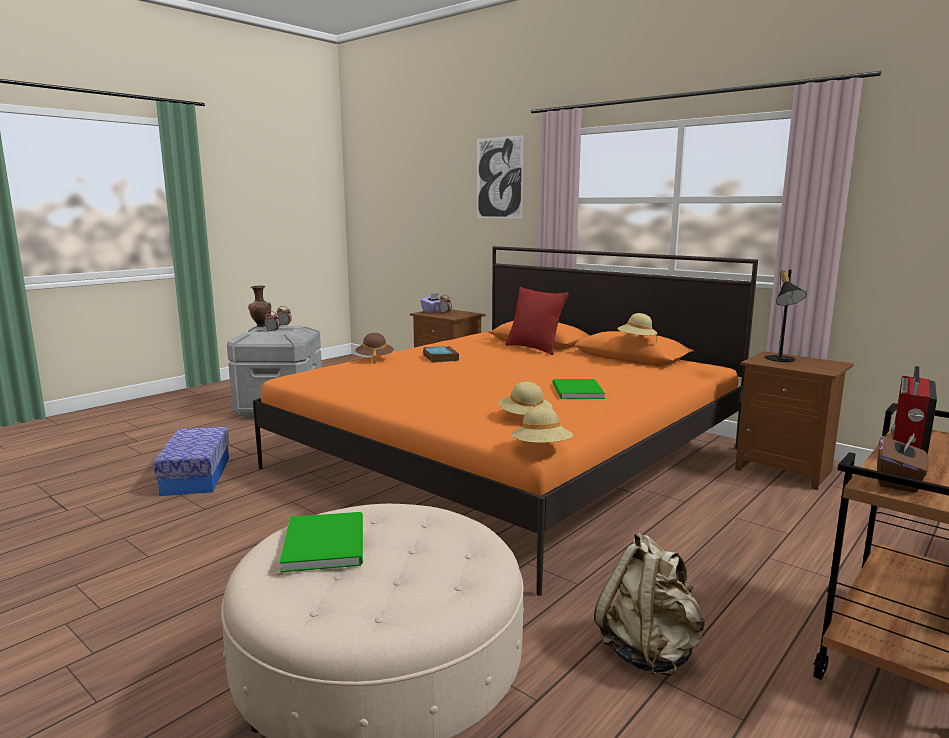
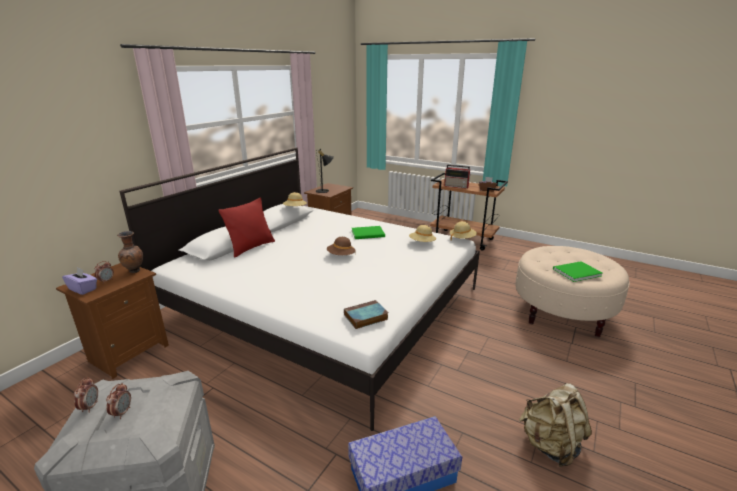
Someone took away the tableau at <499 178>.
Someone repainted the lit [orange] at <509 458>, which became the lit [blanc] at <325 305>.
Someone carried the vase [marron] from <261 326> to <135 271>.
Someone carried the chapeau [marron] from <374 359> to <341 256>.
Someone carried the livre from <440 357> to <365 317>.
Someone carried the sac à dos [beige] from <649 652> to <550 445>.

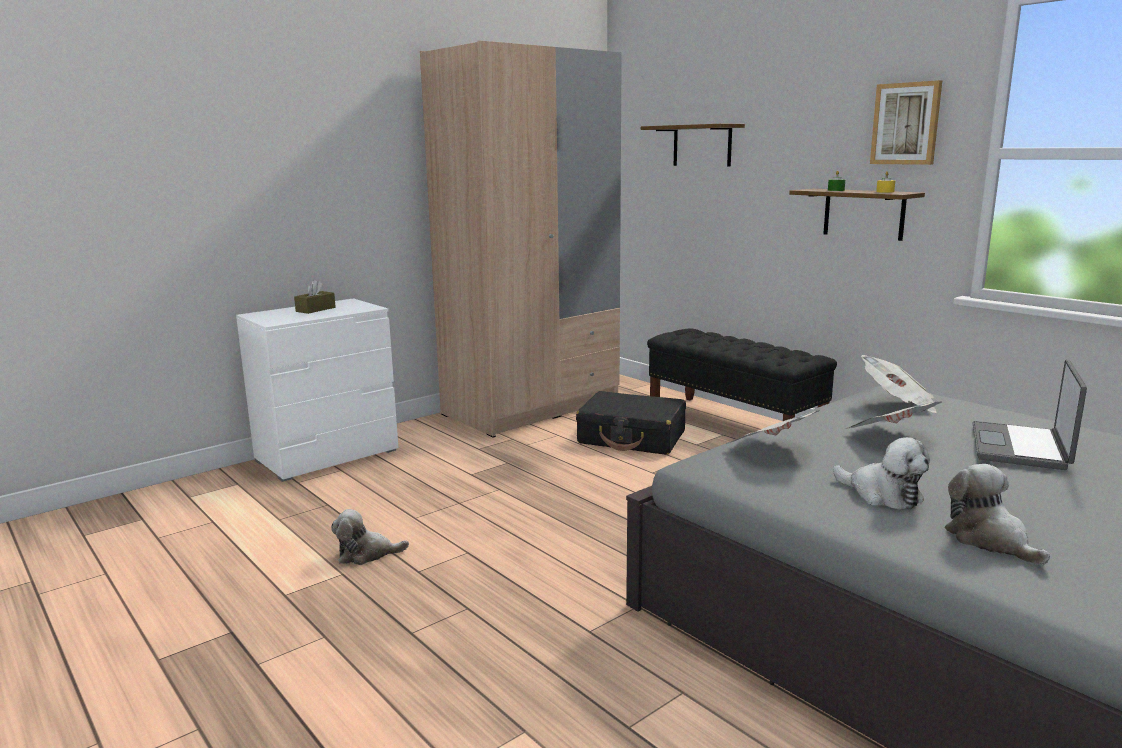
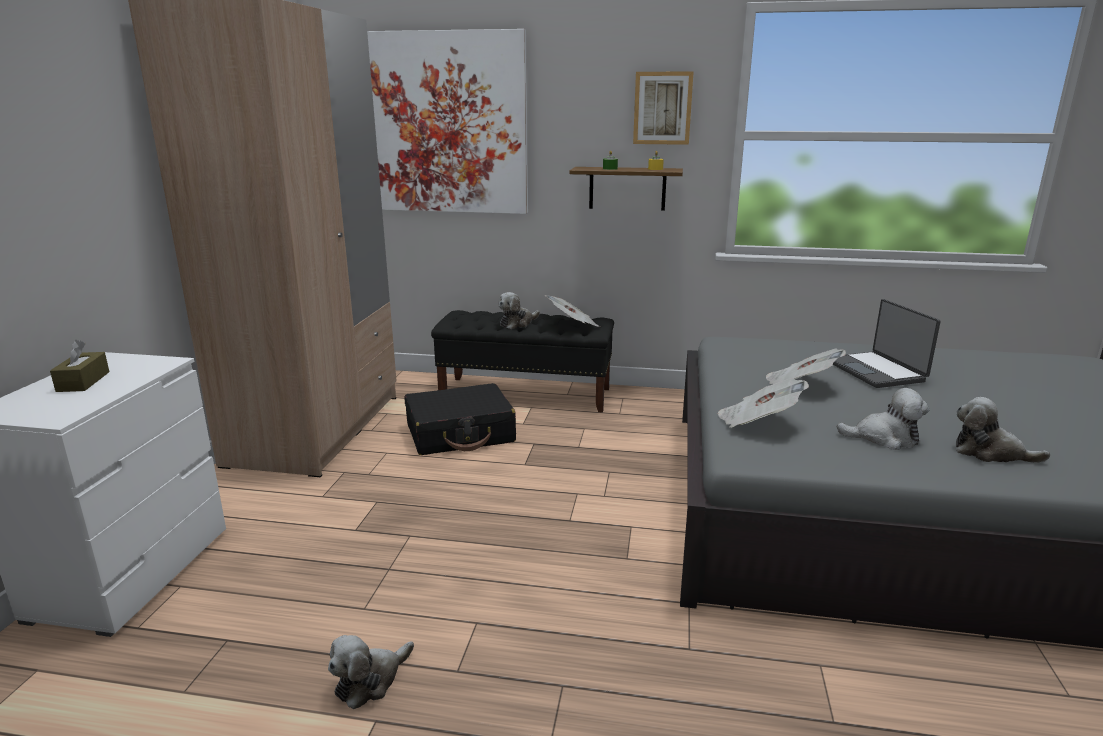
Someone swapped the étagère at <702 145> for the tableau at <443 124>.
Someone carried the journal from <898 403> to <572 325>.
Someone put down the peluche at <517 323>.

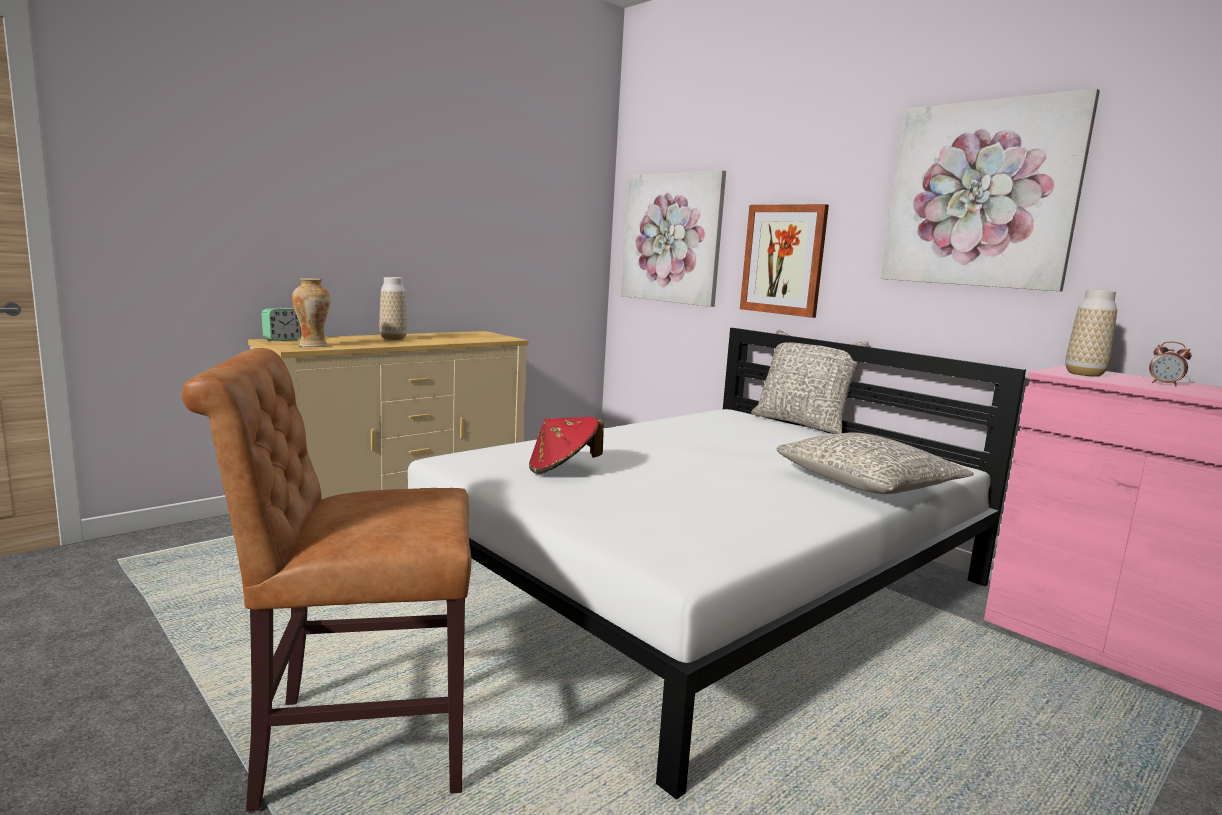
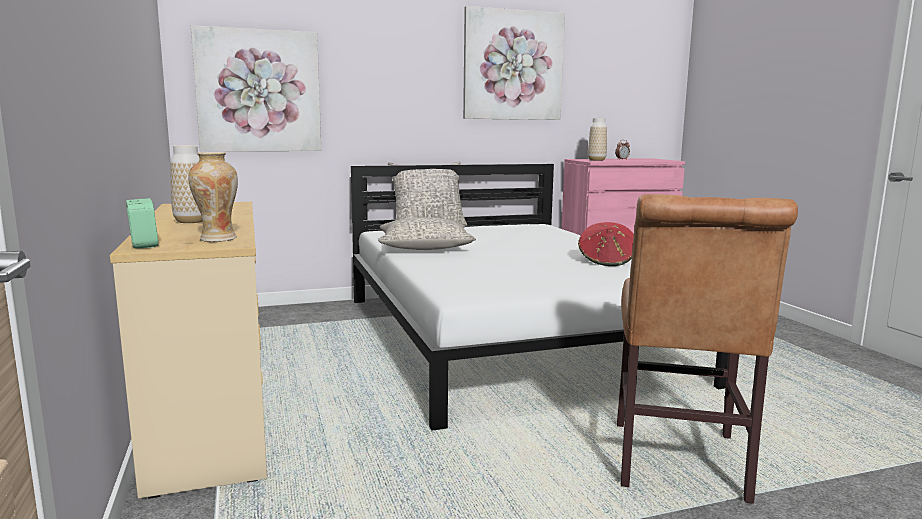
Someone took away the tableau at <783 259>.
Someone carried the chapeau [rouge] from <563 469> to <607 261>.
Someone carried the coussin [gris] from <868 483> to <425 247>.

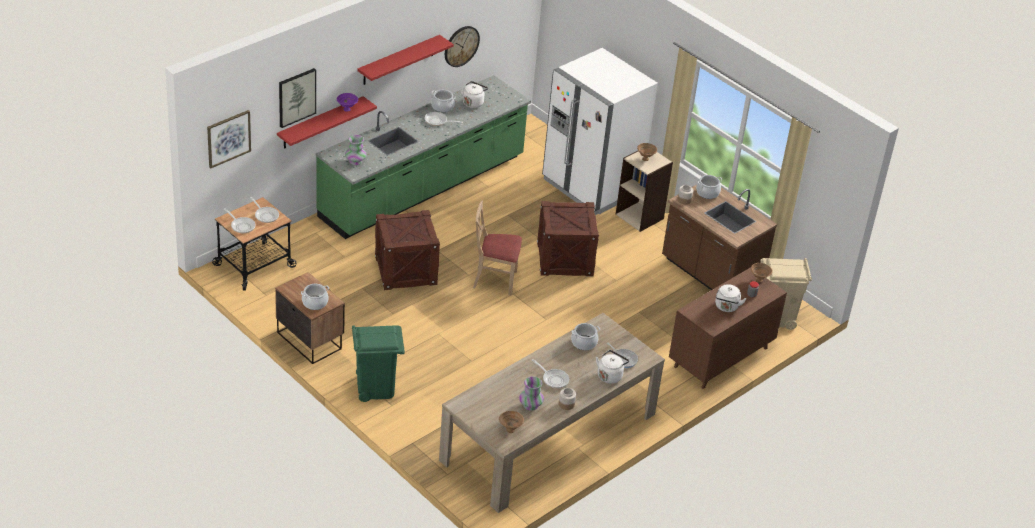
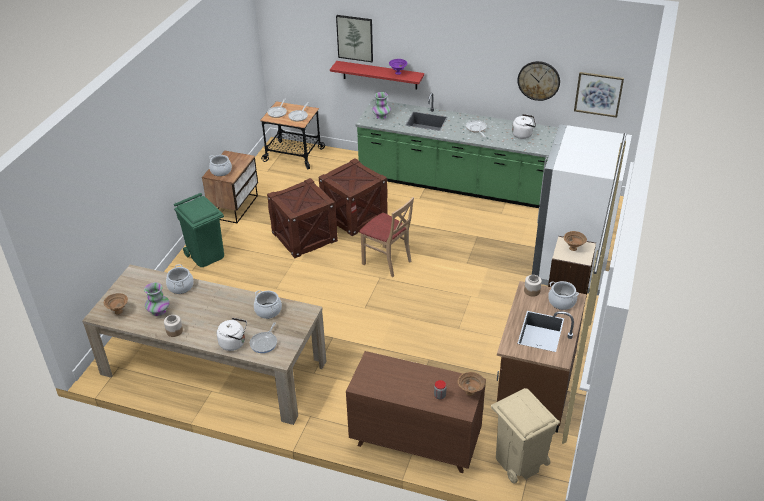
Someone took away the étagère [rouge] at <398 60>.
Someone carried the marmite from <442 107> to <181 286>.
Someone carried the tableau from <228 138> to <598 94>.
Someone rotated the chaise [beige] at <495 280> by 150 degrees clockwise.
Someone carried the caisse from <565 259> to <304 237>.
Someone took away the bouilloire [blanc] at <726 307>.
Someone took away the poêle at <553 379>.

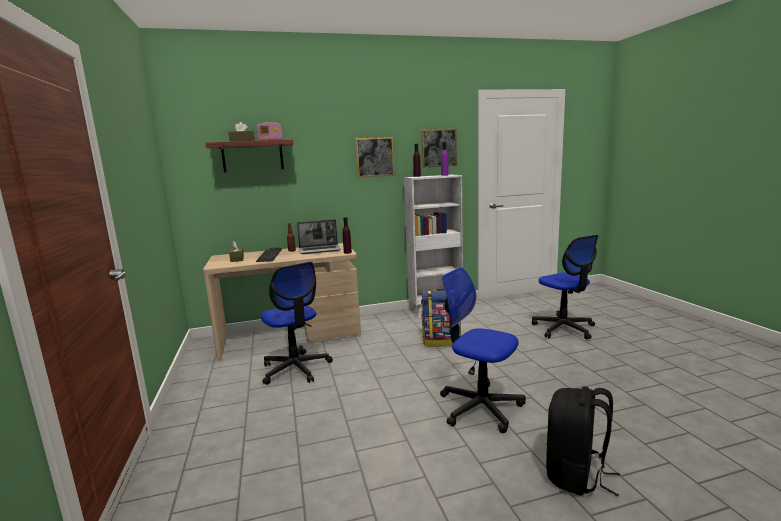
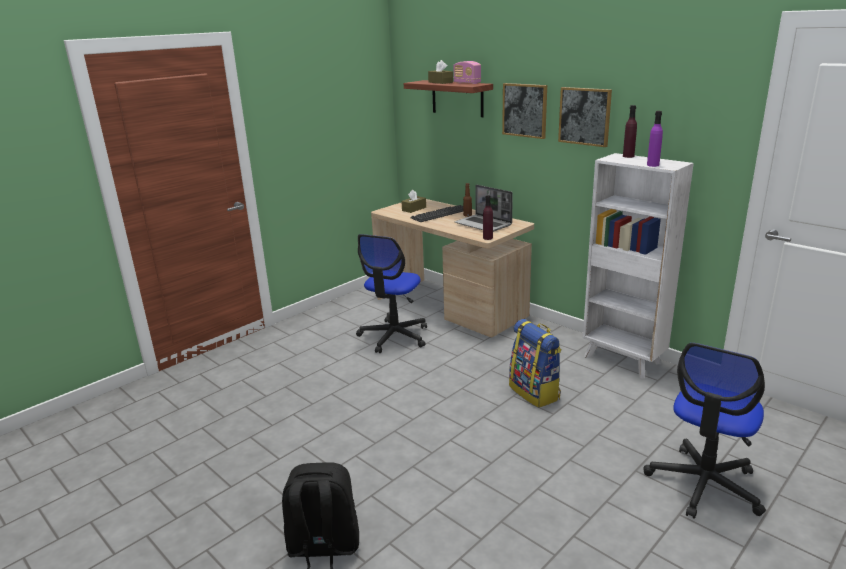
Someone carried the tableau from <438 148> to <525 110>.
Someone took away the chaise de bureau at <480 407>.

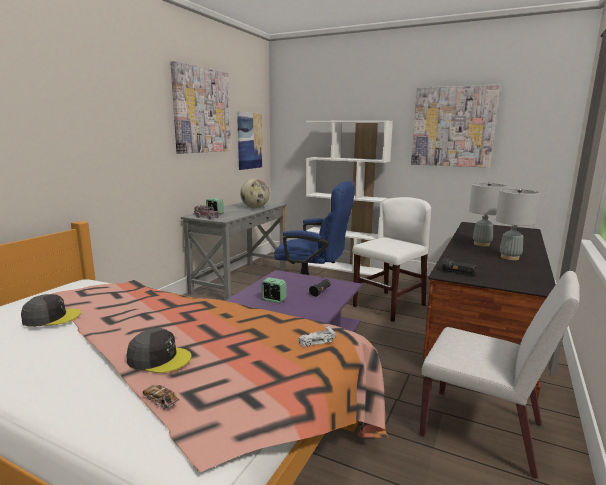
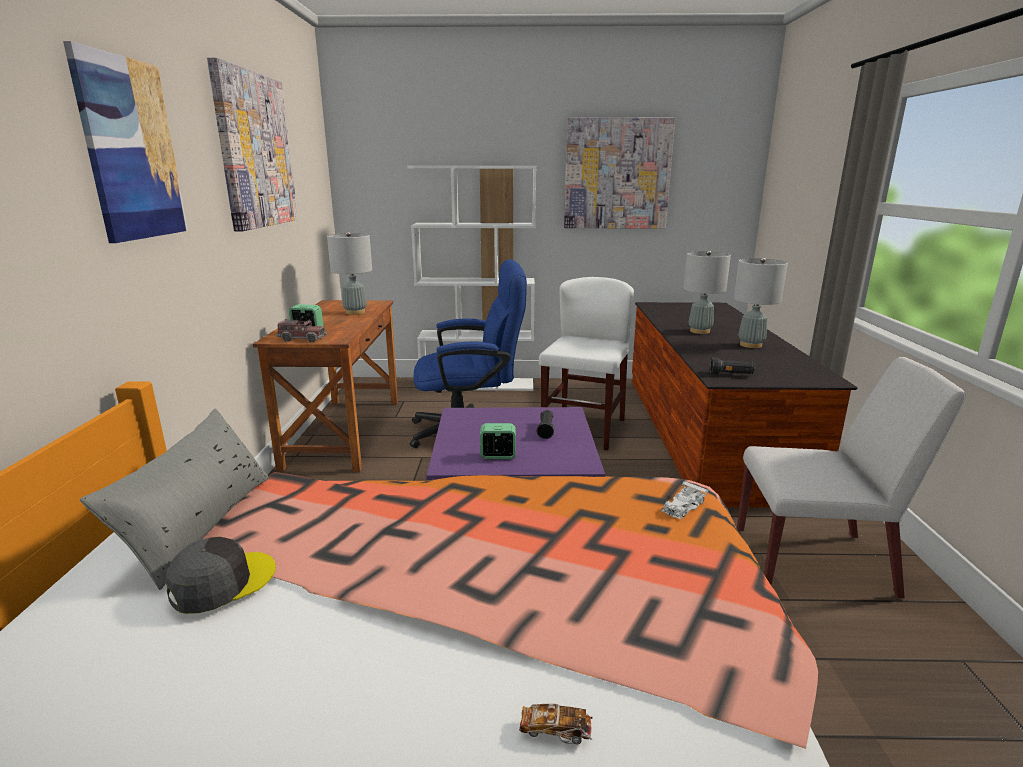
Someone carried the tableau from <249 141> to <131 150>.
Someone swapped the globe at <255 208> for the lampe de table [gris] at <355 312>.
Someone repainted the bureau [gris] at <240 280>, which became the bureau [marron] at <344 432>.
Someone took away the casquette [gris] at <159 358>.
Someone carried the petite voiture from <161 401> to <555 731>.
Someone put down the coussin [gris] at <199 524>.

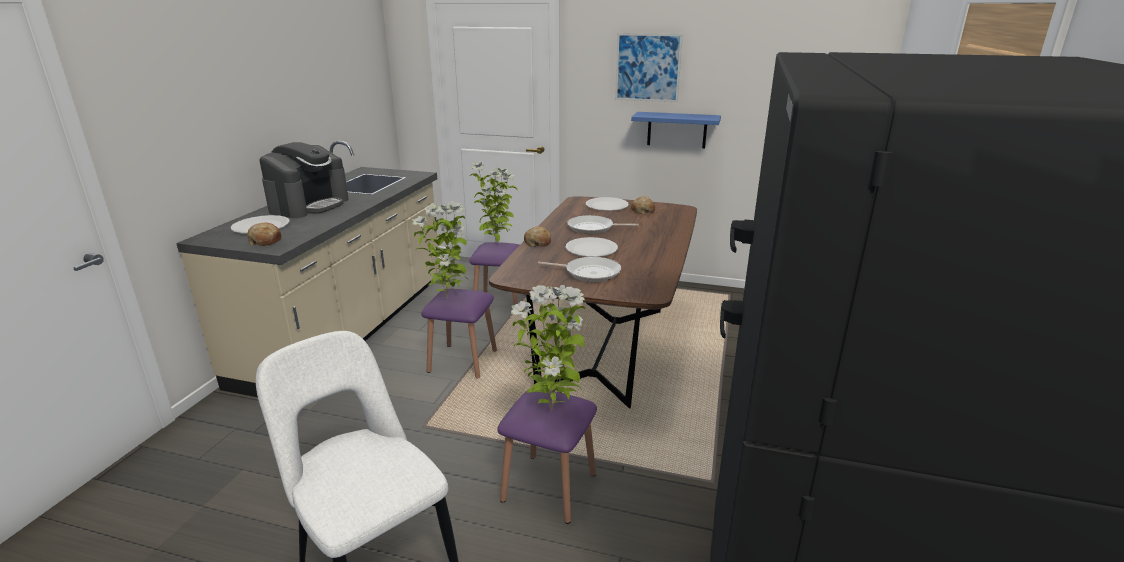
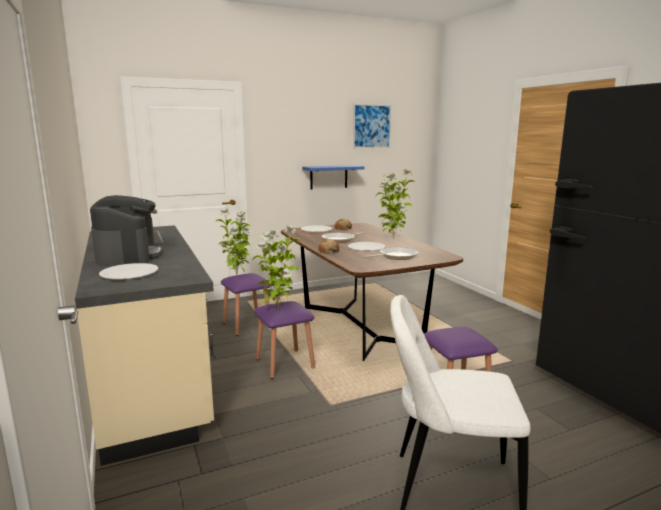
Someone carried the tableau from <647 67> to <372 126>.
Someone took away the pain at <265 241>.
Someone carried the plante en pot from <552 409> to <392 238>.

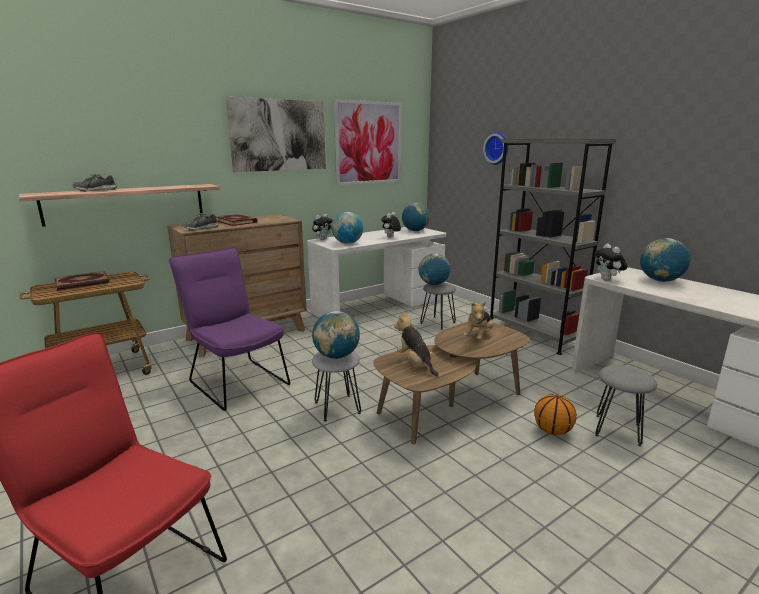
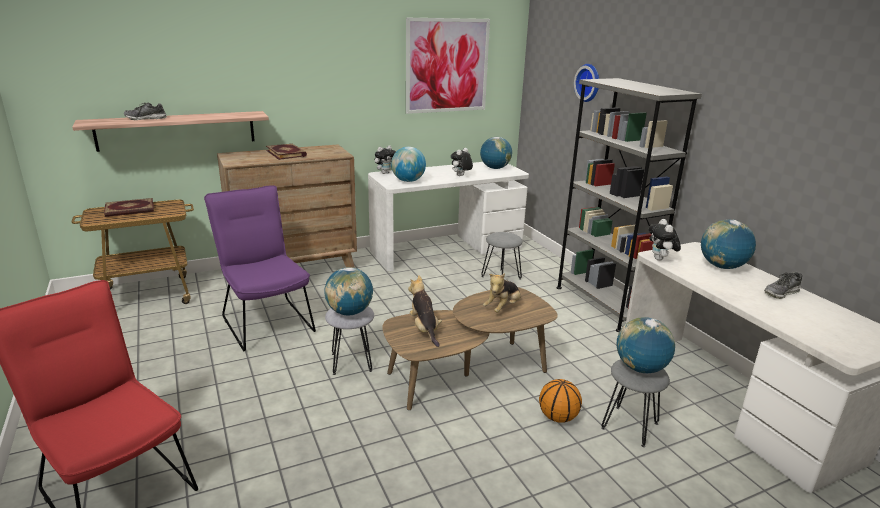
Someone took away the tableau at <279 135>.
Someone carried the chaussure from <201 229> to <781 293>.
Someone carried the globe from <433 284> to <640 368>.

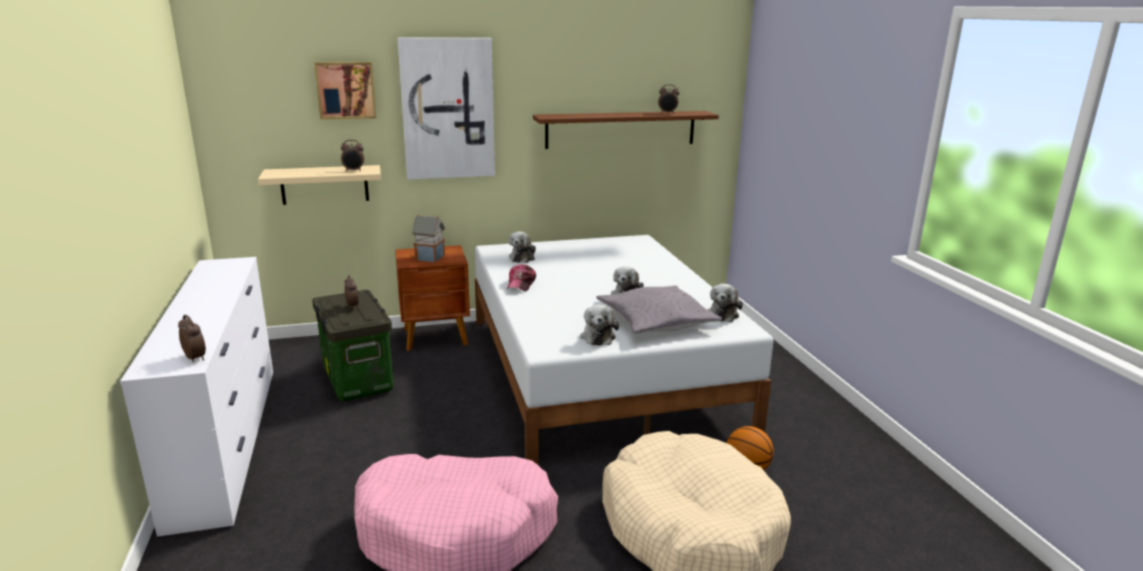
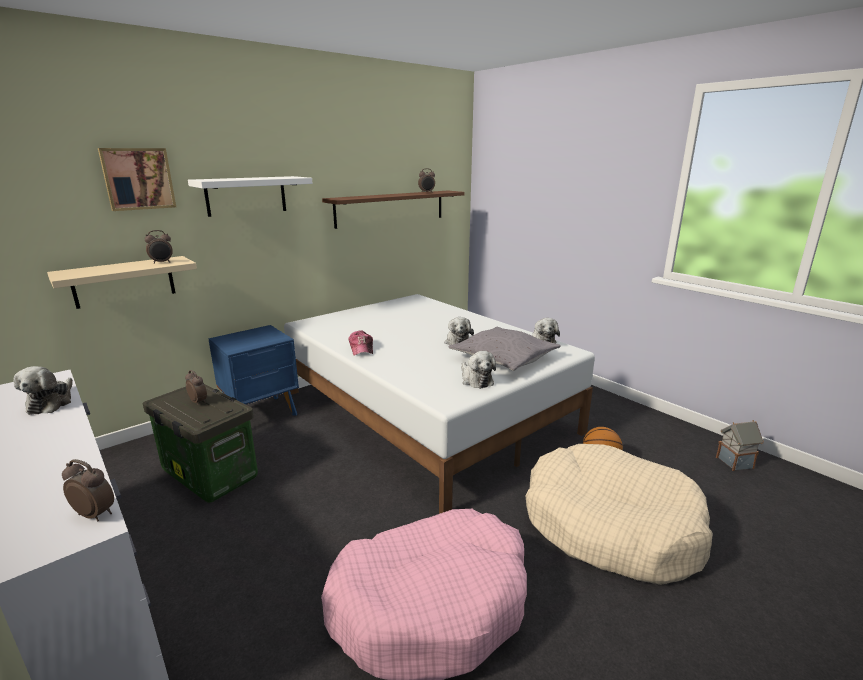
Someone swapped the tableau at <448 109> for the étagère [blanc] at <246 195>.
Someone carried the maison miniature from <431 258> to <735 462>.
Someone carried the peluche from <523 257> to <51 402>.
Someone repainted the table de chevet [marron] at <436 337>, which became the table de chevet [bleu] at <262 414>.

